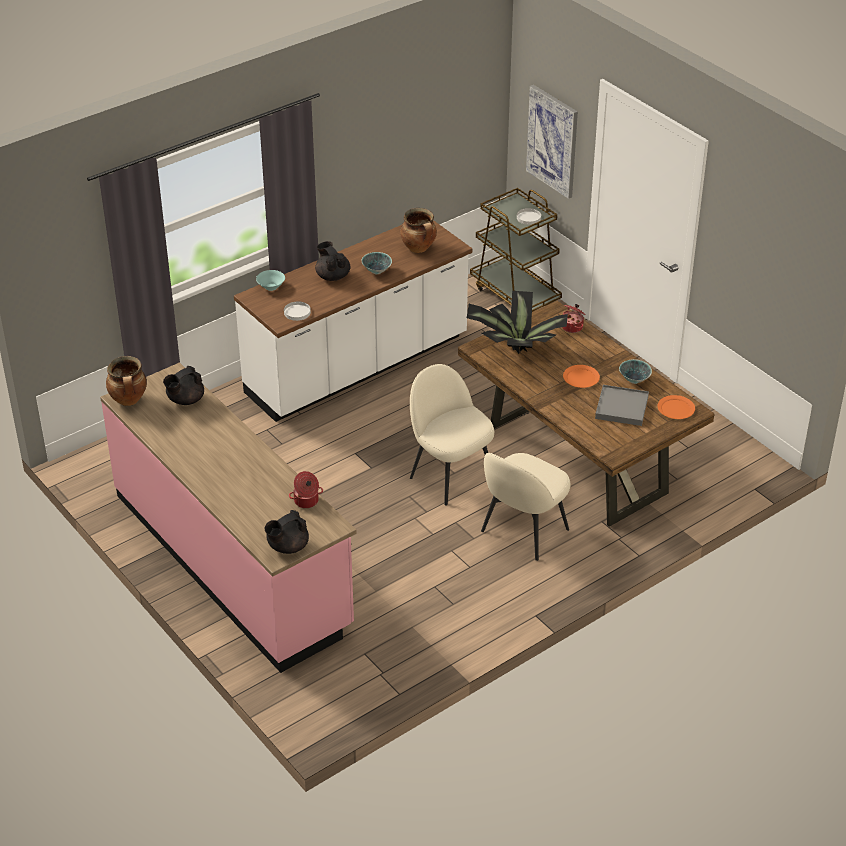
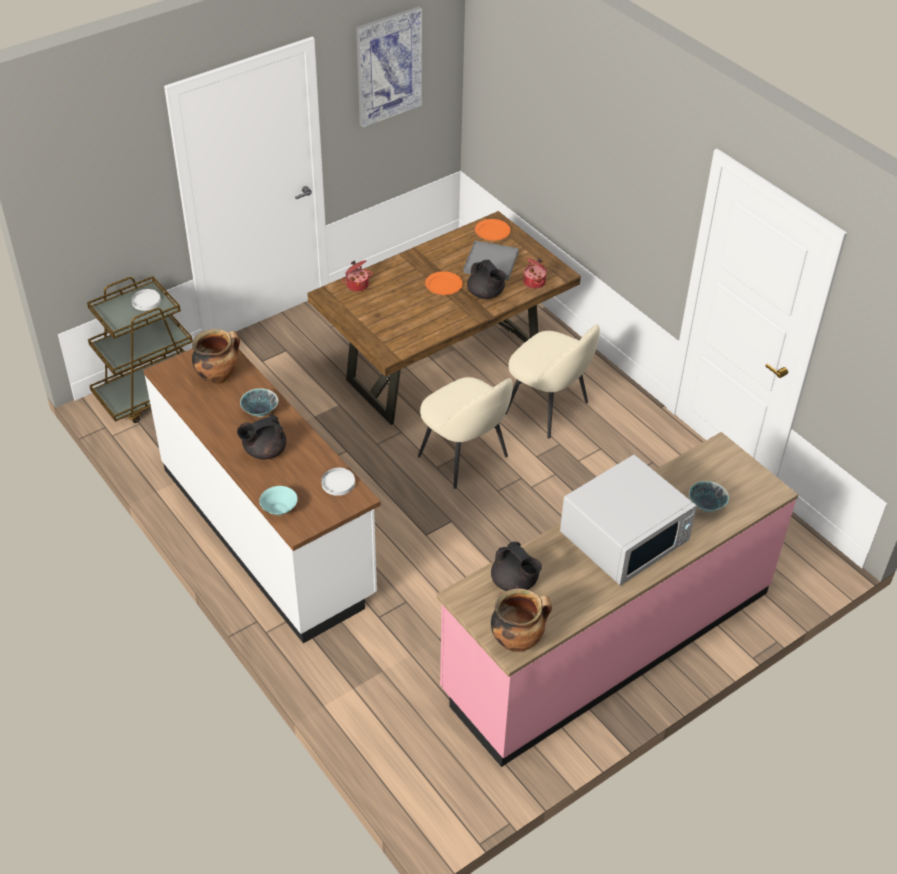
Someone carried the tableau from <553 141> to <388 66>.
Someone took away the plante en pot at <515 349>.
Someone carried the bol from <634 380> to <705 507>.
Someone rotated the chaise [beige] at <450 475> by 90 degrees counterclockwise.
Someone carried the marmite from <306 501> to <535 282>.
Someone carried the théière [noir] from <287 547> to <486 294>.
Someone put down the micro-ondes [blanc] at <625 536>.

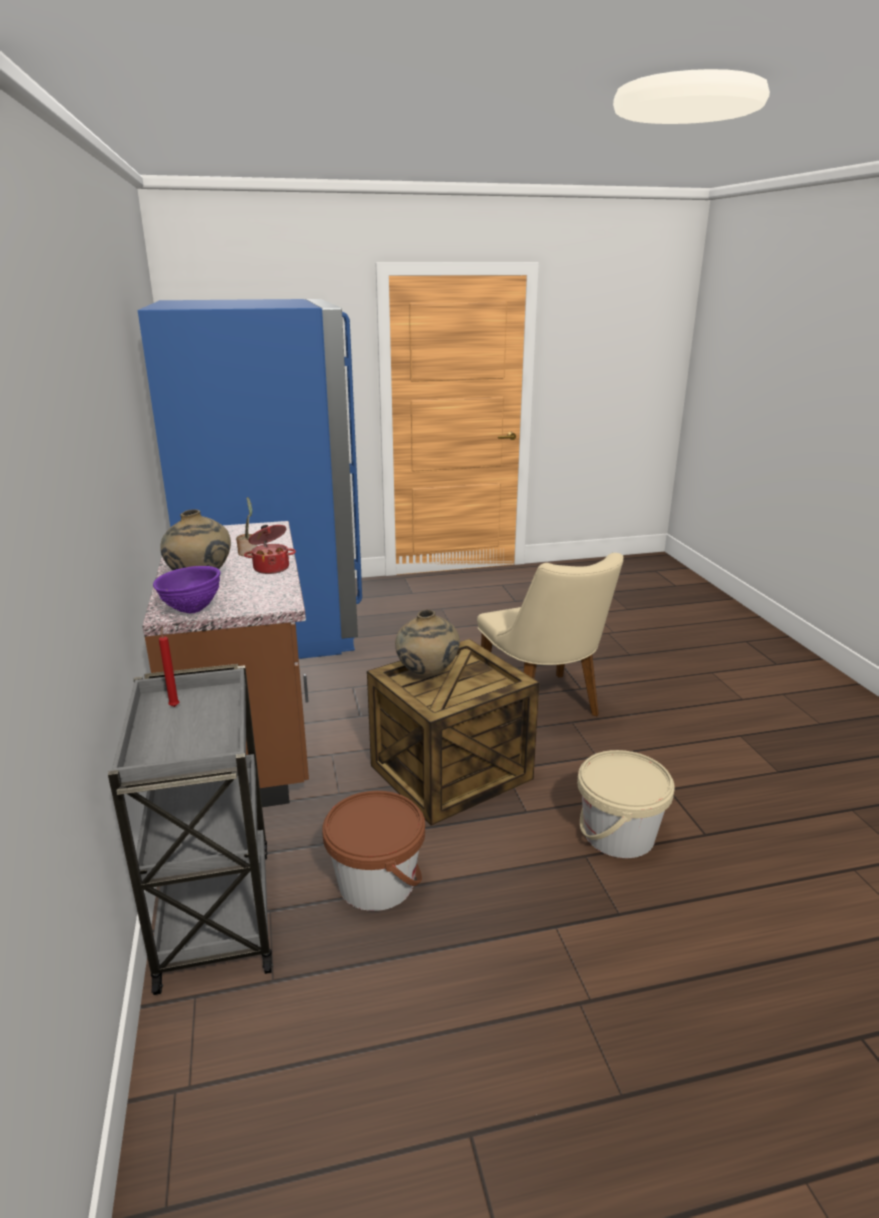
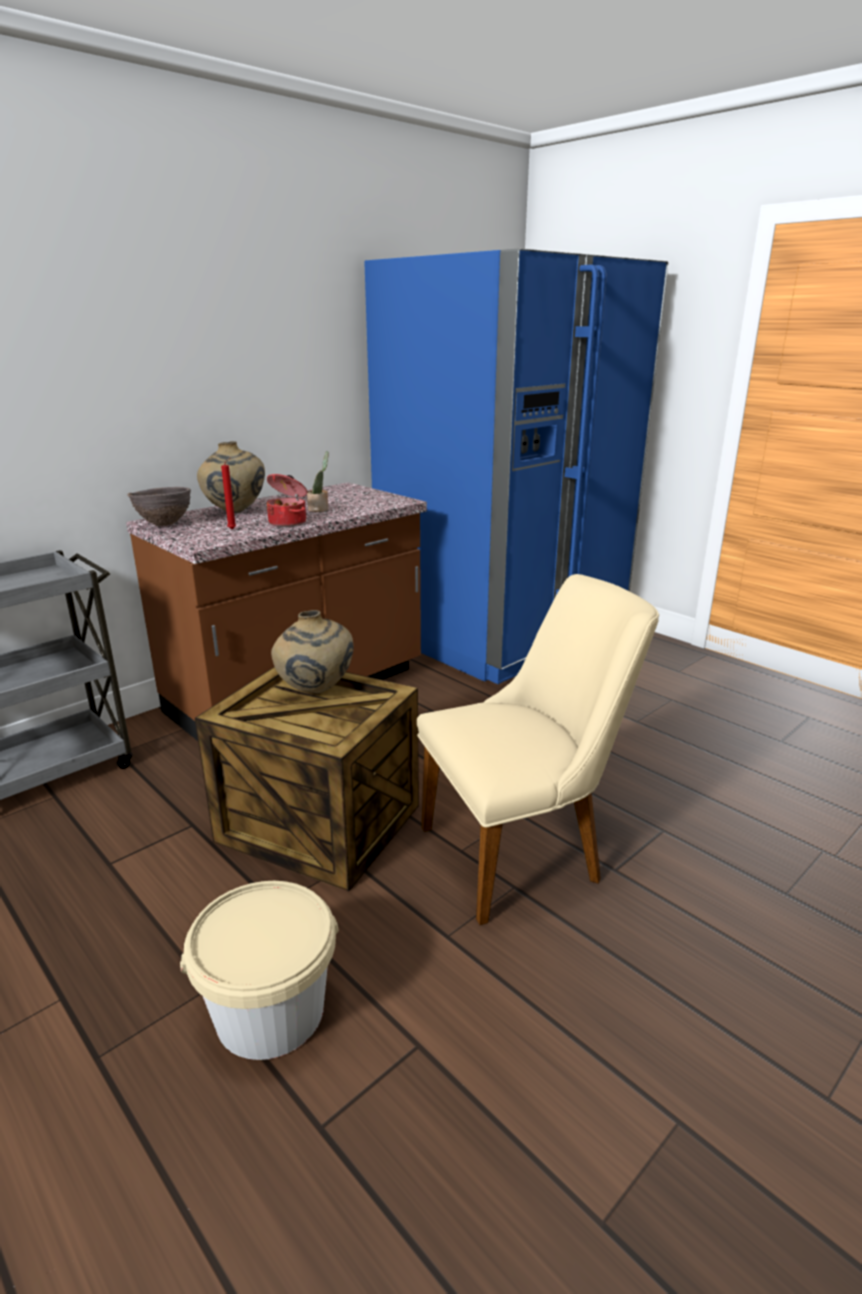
Someone rotated the chaise [beige] at <545 708> by 150 degrees counterclockwise.
Someone repainted the bol [violet] at <191 610>, which became the bol [marron] at <164 525>.
Someone carried the bougie [rouge] from <174 705> to <233 529>.
Someone took away the seau [marron] at <376 882>.

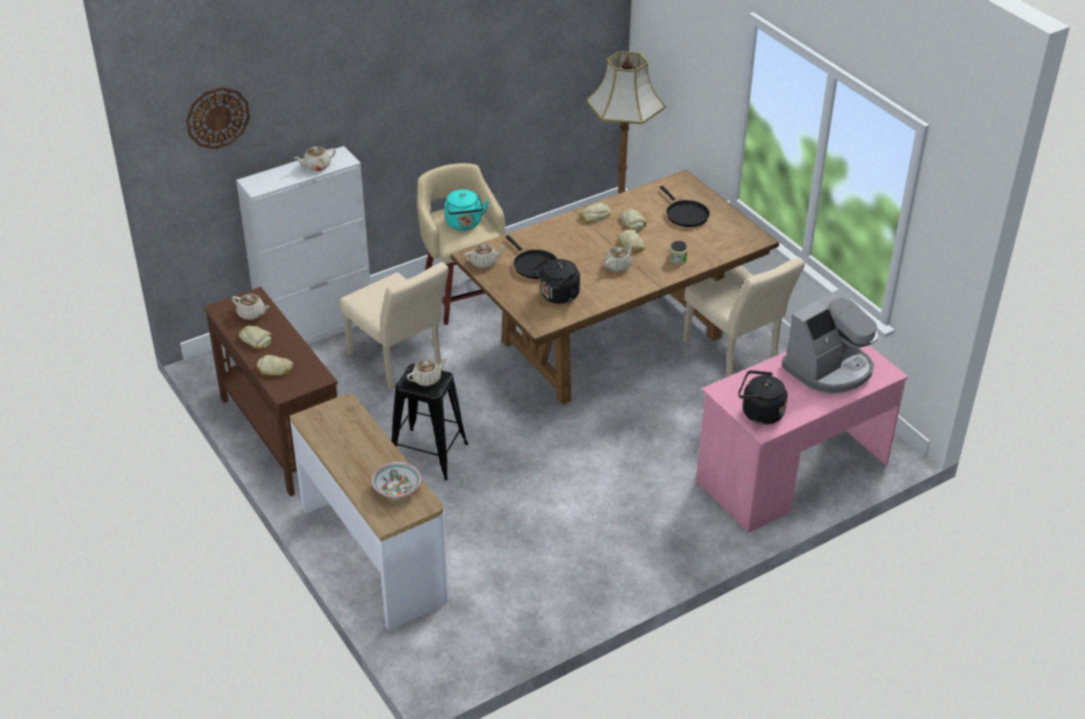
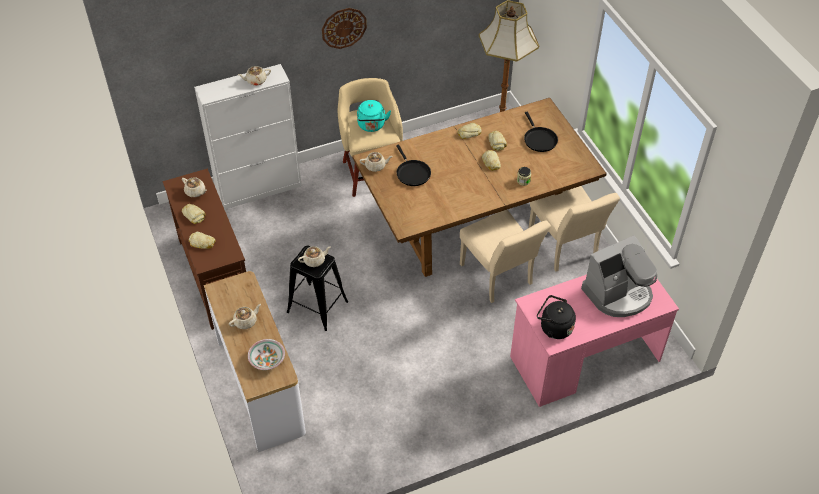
Someone carried the horloge murale from <217 117> to <344 28>.
Someone carried the théière [beige] from <618 265> to <246 321>.
Someone took away the bouilloire [noir] at <557 296>.
Someone carried the chaise [beige] from <399 363> to <499 278>.

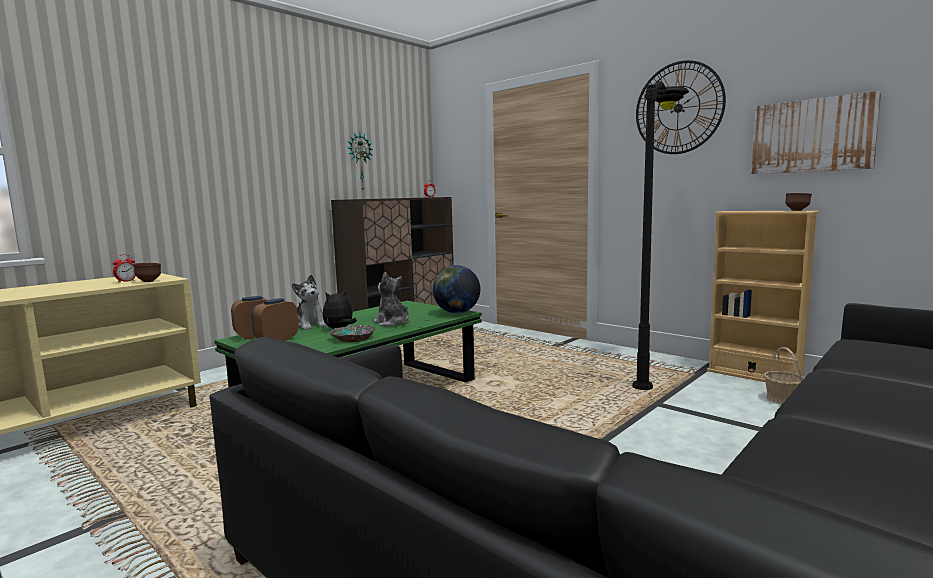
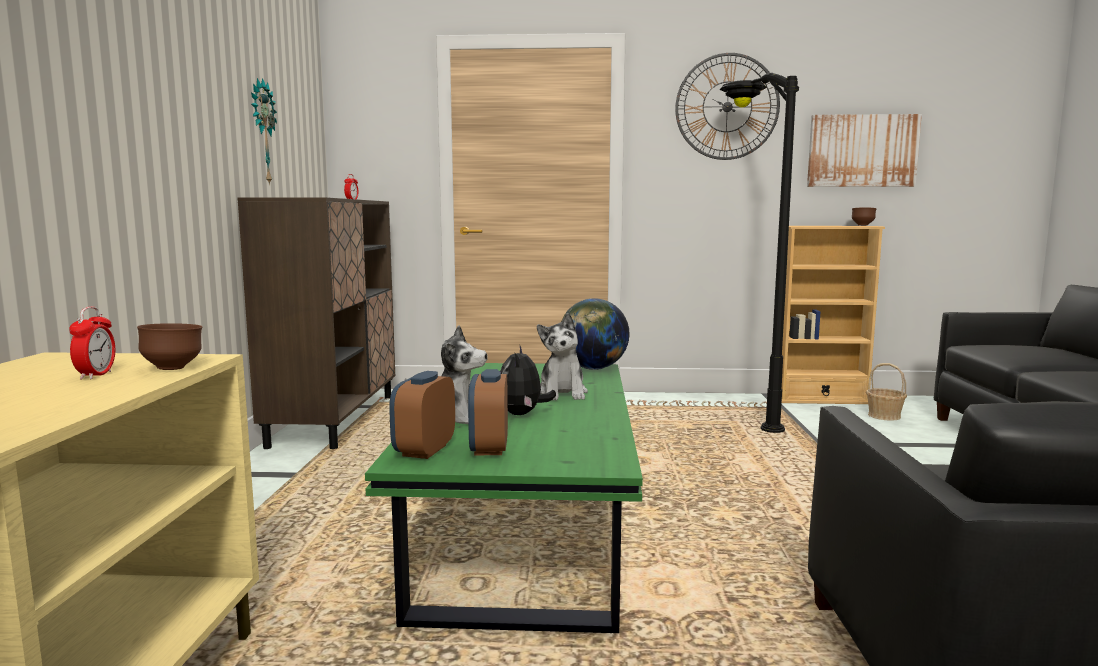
Someone rotated the peluche at <392 323> by 105 degrees counterclockwise.
Someone took away the bol at <352 338>.

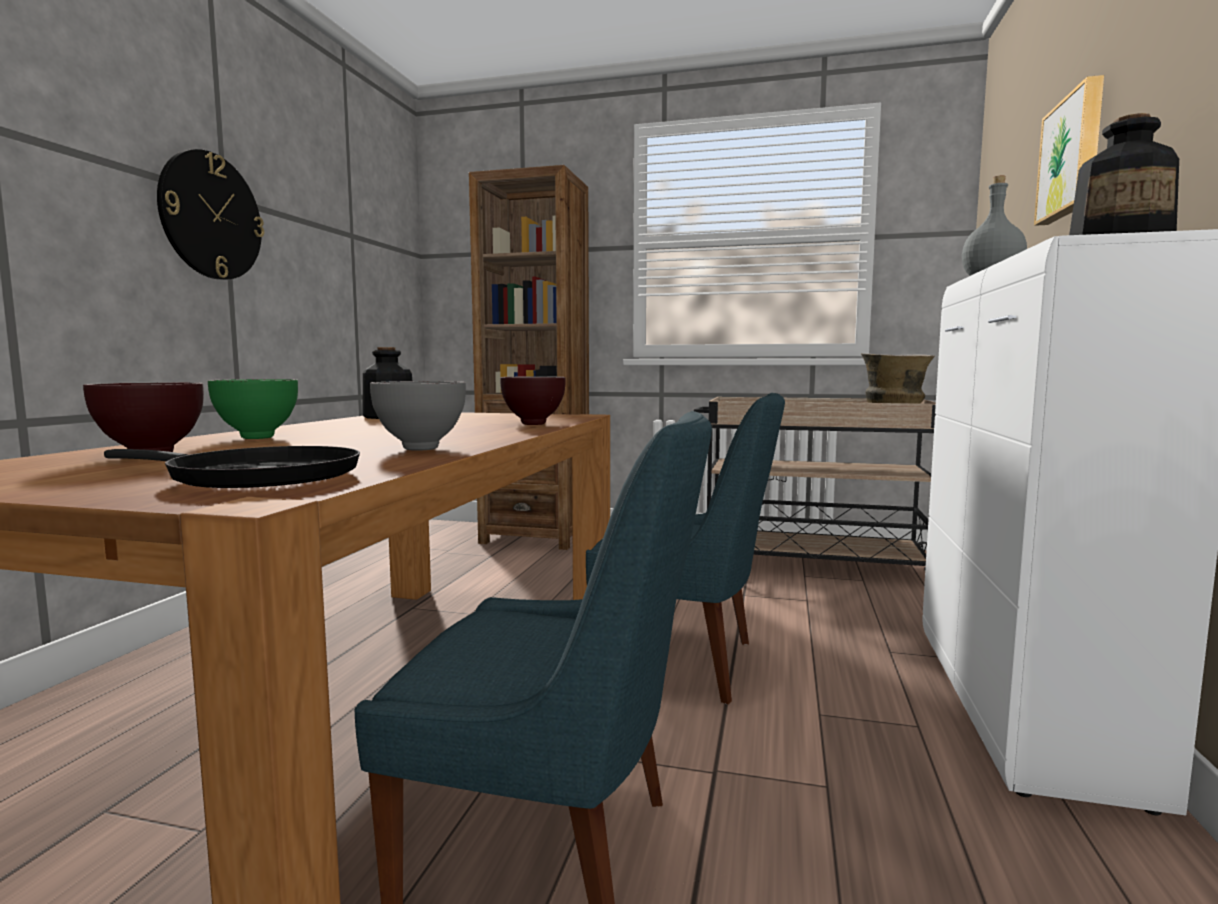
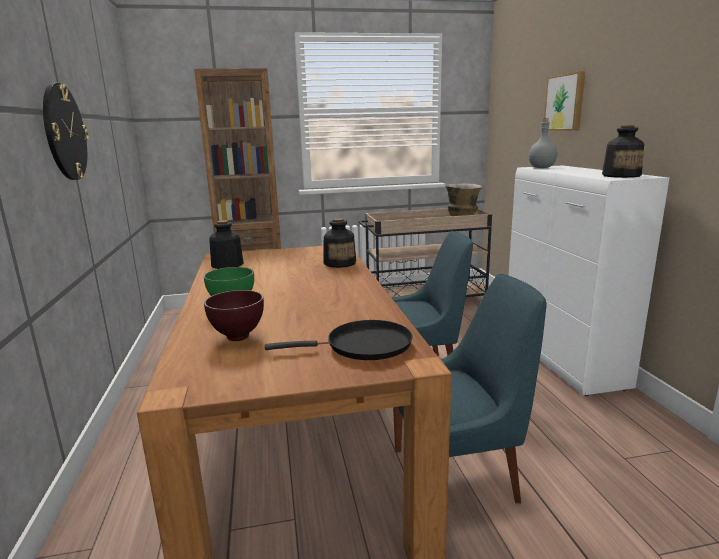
Someone swapped the bol [marron] at <535 424> for the bouteille at <340 263>.
Someone took away the bol [gris] at <418 449>.

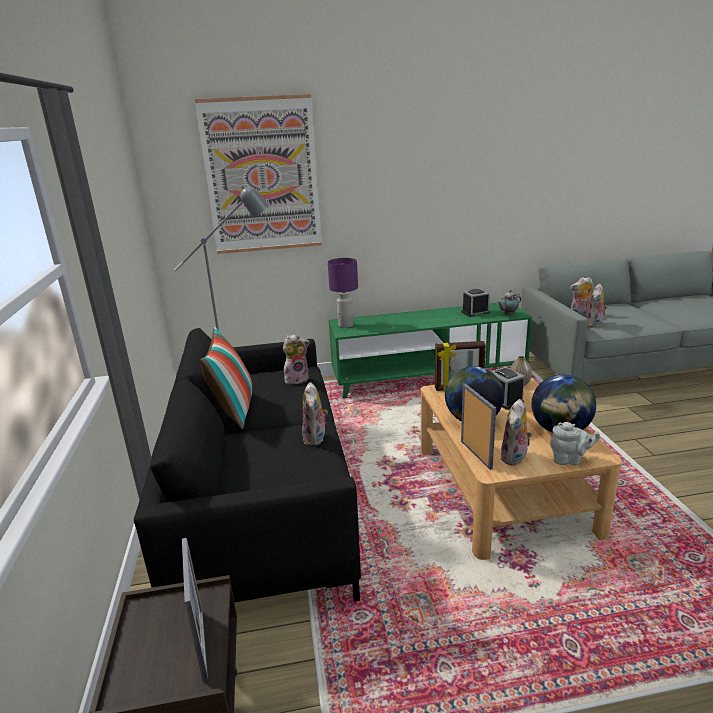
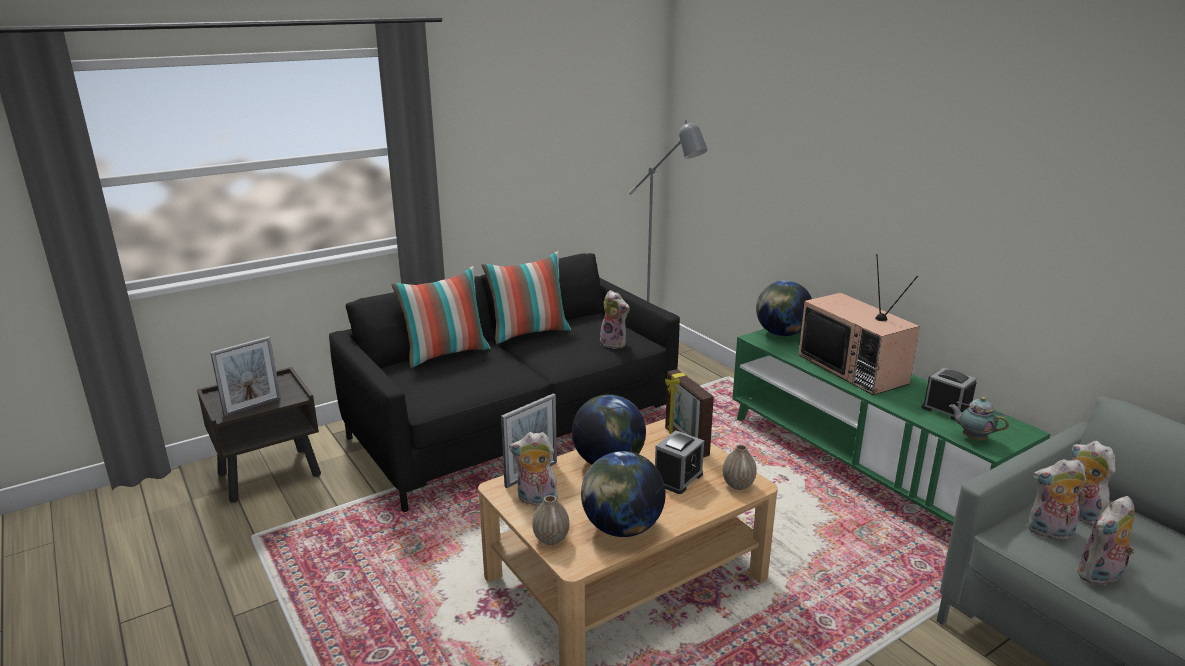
Someone took away the tableau at <262 176>.
Someone swapped the lampe de table [violet] at <345 325> for the globe at <781 334>.
Someone carried the peluche from <316 438> to <1100 577>.
Someone swapped the théière [gris] at <569 460> for the vase at <551 539>.
Someone put down the téléviseur at <854 369>.
Someone put down the coussin at <446 354>.

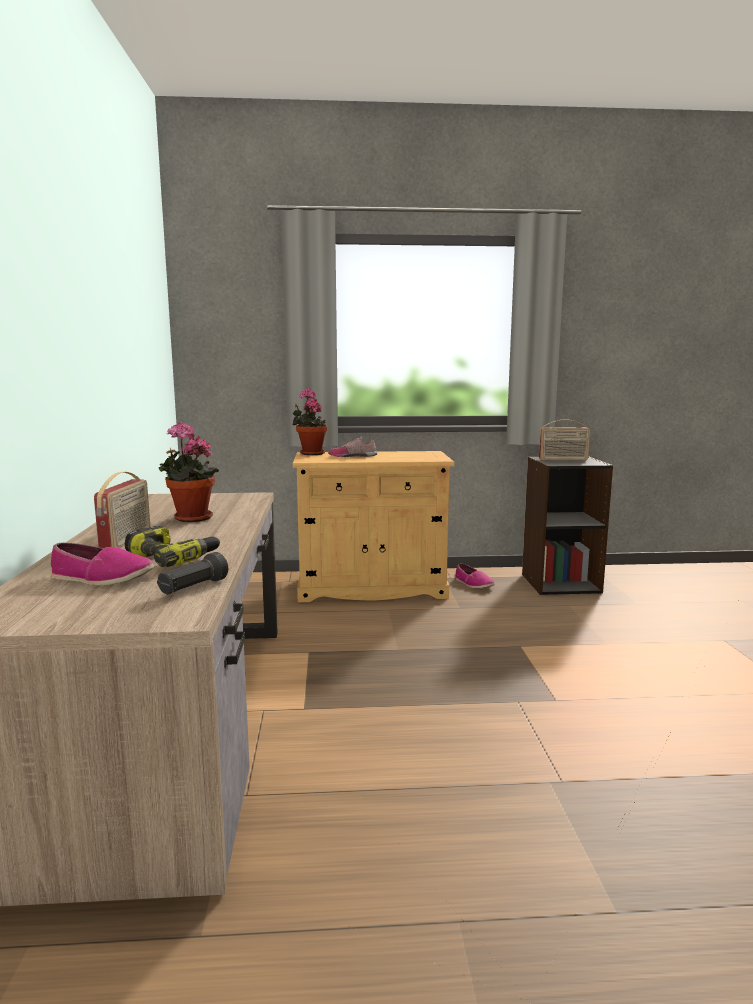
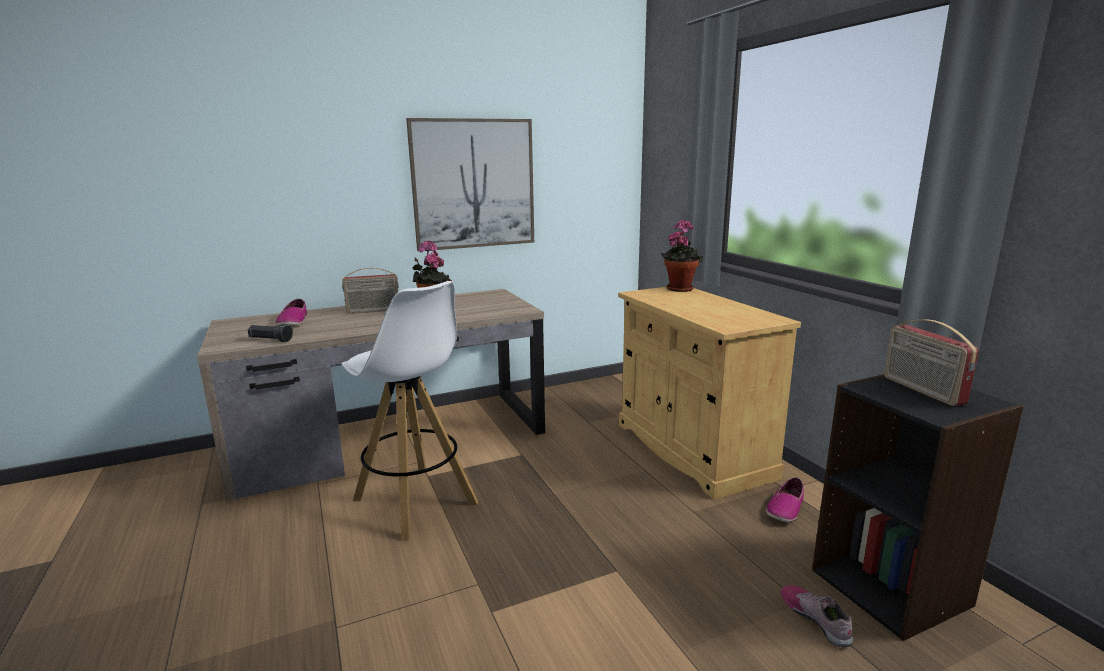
Someone carried the chaussure from <352 456> to <816 618>.
Someone took away the perceuse at <173 558>.
Someone put up the tableau at <473 184>.
Someone put down the tabouret [blanc] at <416 502>.

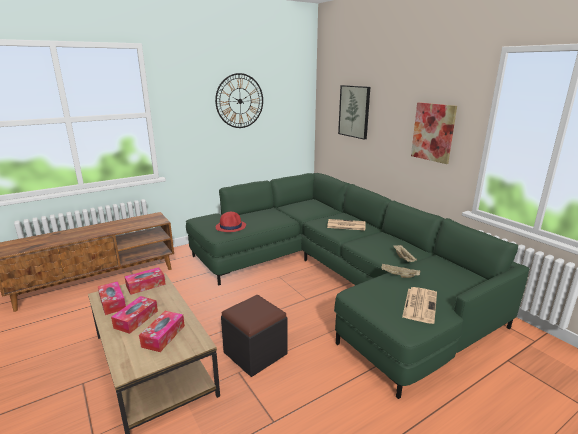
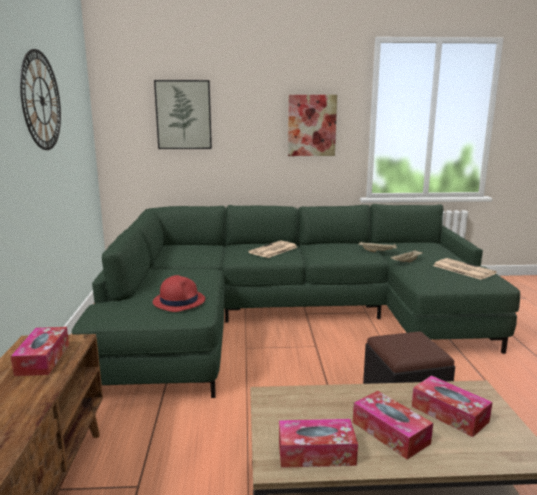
Someone carried the boîte à mouchoirs from <146 285> to <43 359>.

